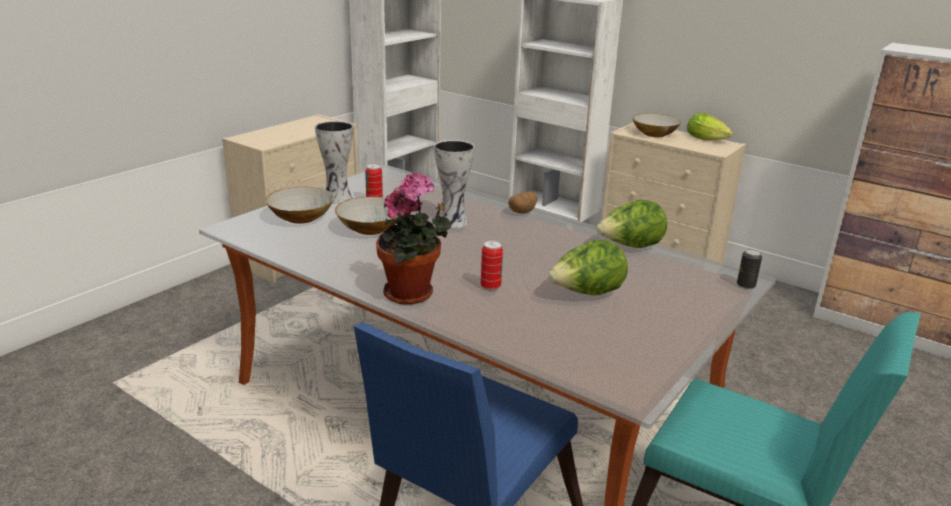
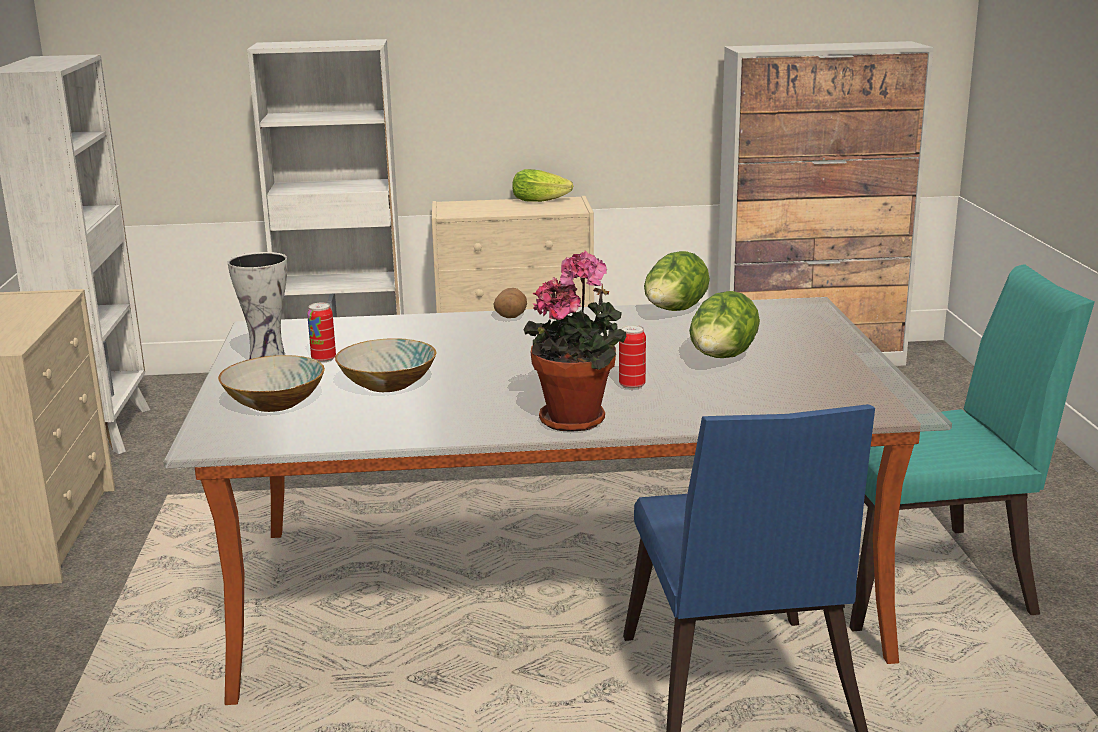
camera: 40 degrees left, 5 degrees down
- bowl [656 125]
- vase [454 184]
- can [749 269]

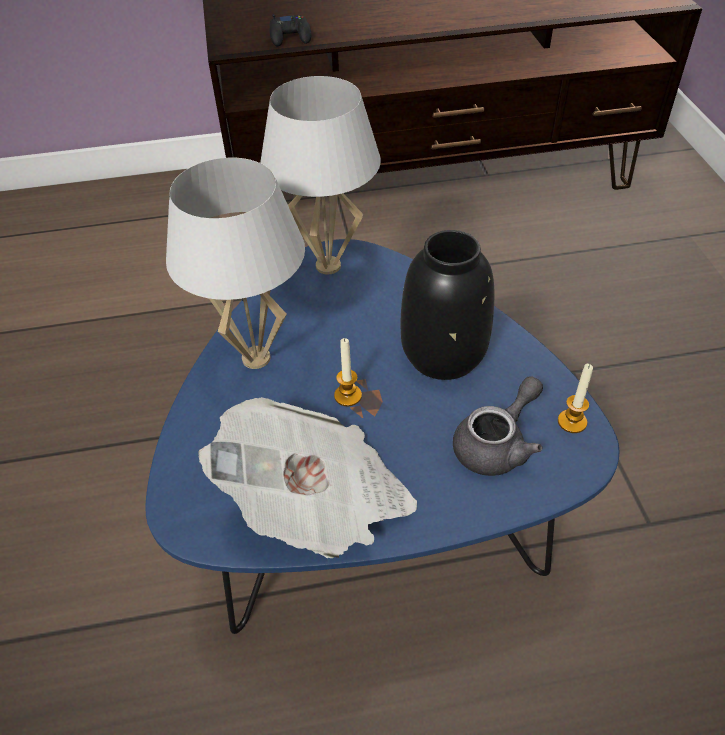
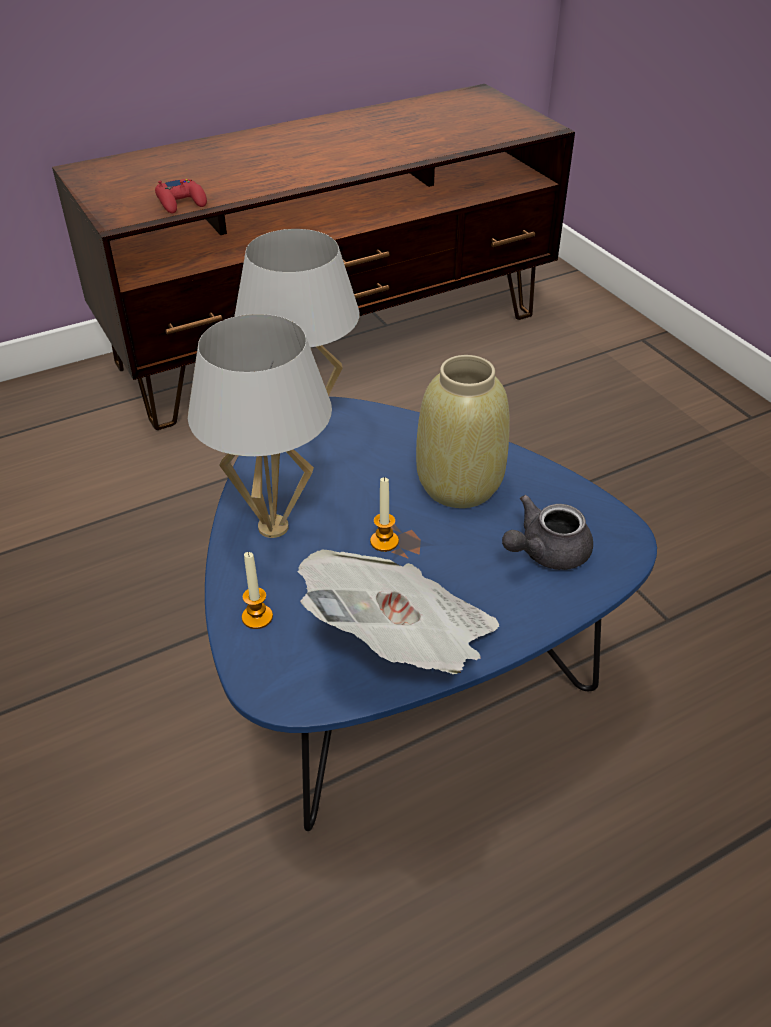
camera: 20 degrees left, 5 degrees down
~ black game controller [290 30] to red game controller [181 196]
~ black vase [448 305] to beige vase [463 431]
~ candle [575 398] to [257 590]
~ grey teapot [498 426] = [547 532] 150 degrees counterclockwise

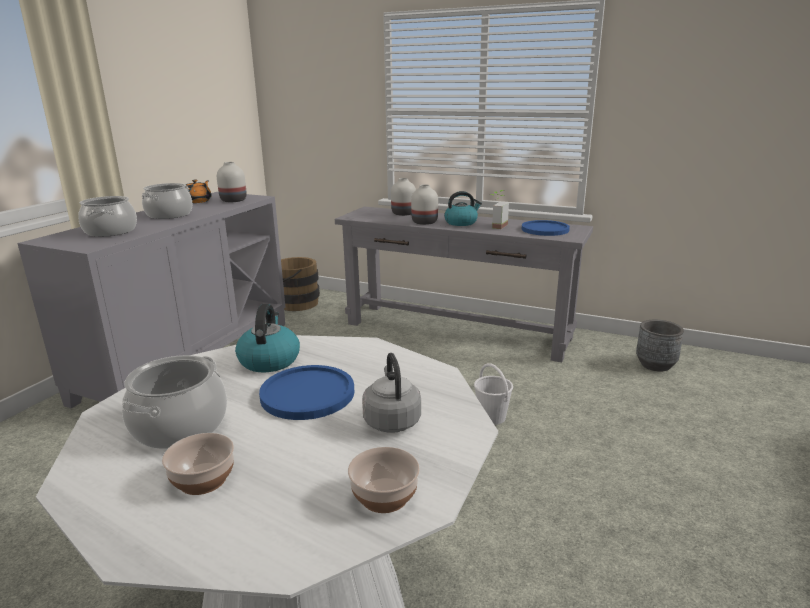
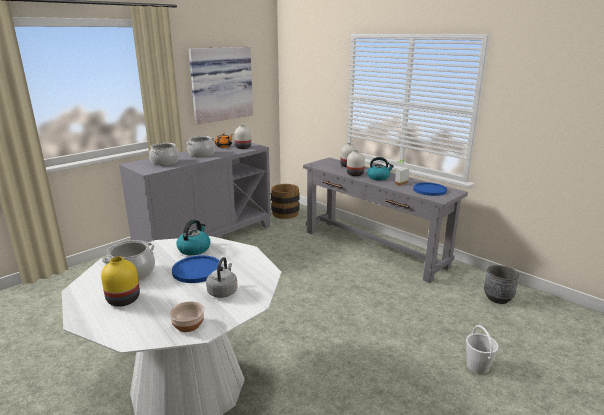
camera: 20 degrees right, 0 degrees up
~ white bucket [493 394] to [482 349]
~ bowl [198 464] to yellow vase [120 282]
+ picture [221 85]

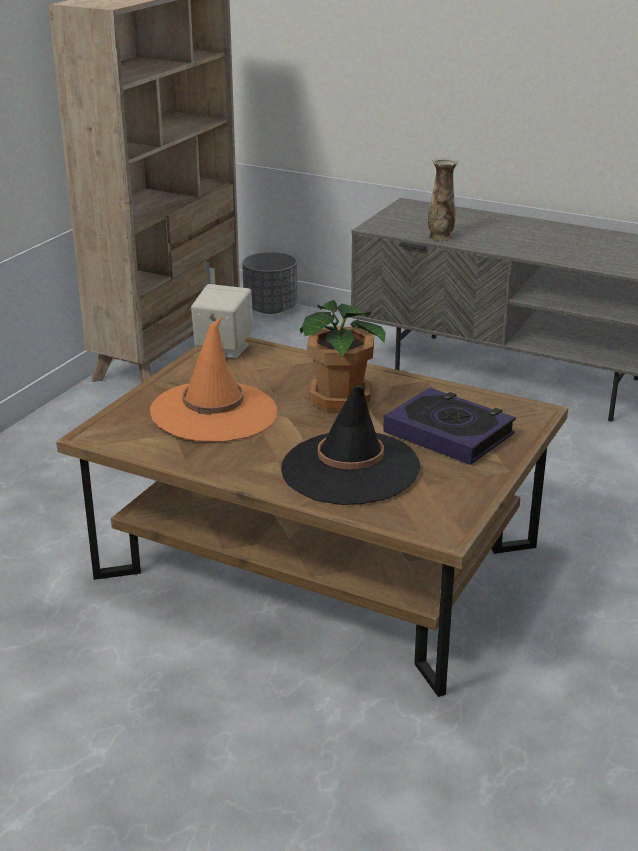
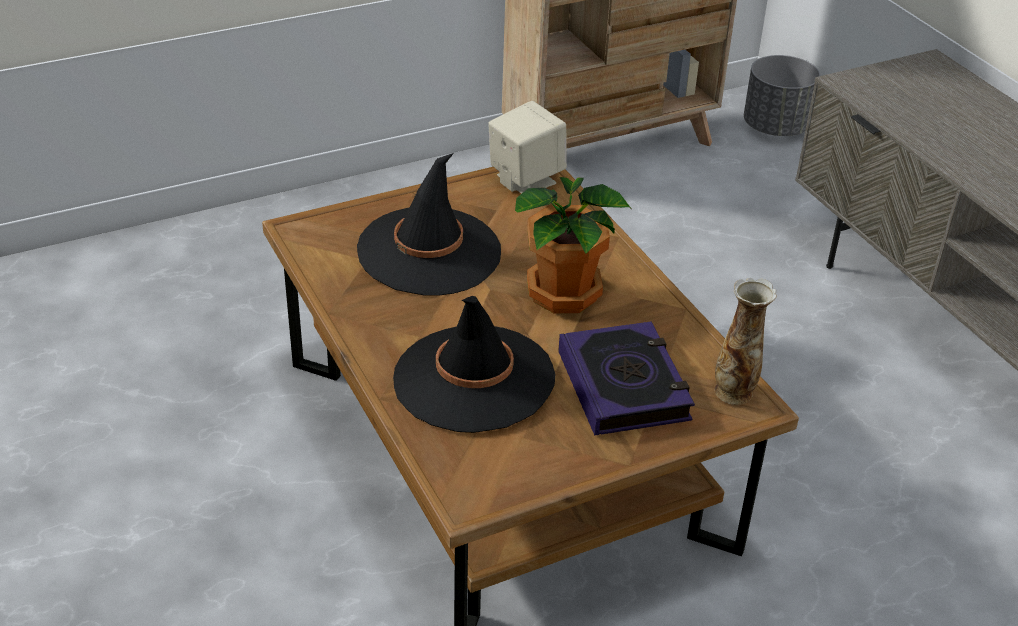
camera: 35 degrees right, 10 degrees up
~ vase [443 199] to [745 341]
~ orange hat [213 379] to black hat [429 224]

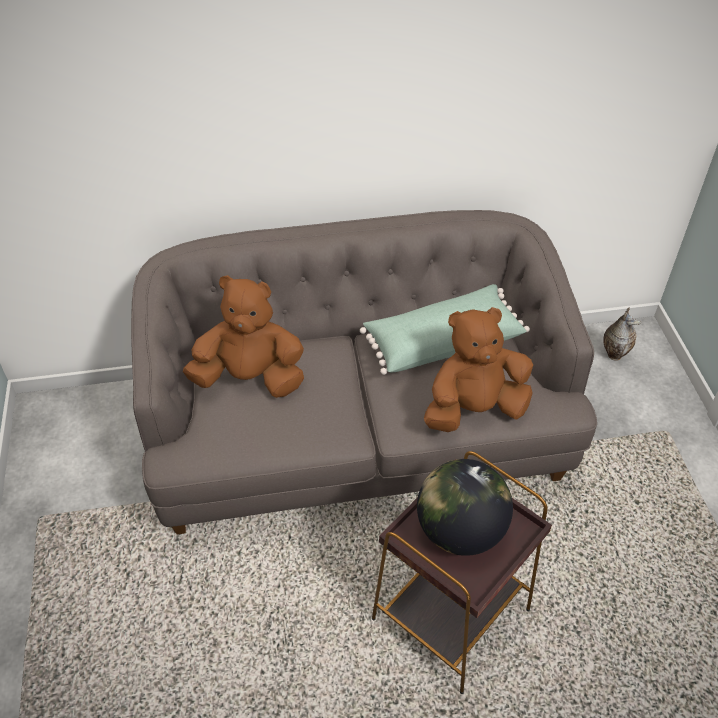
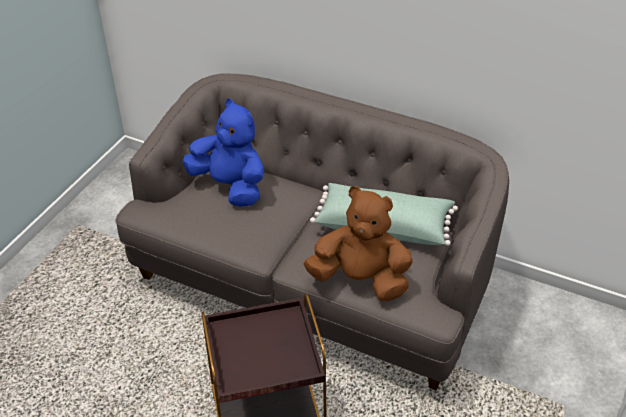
camera: 35 degrees right, 5 degrees down
~ brown plush toy [243 336] to blue plush toy [223 152]
- vase [622 334]
- globe [465 507]

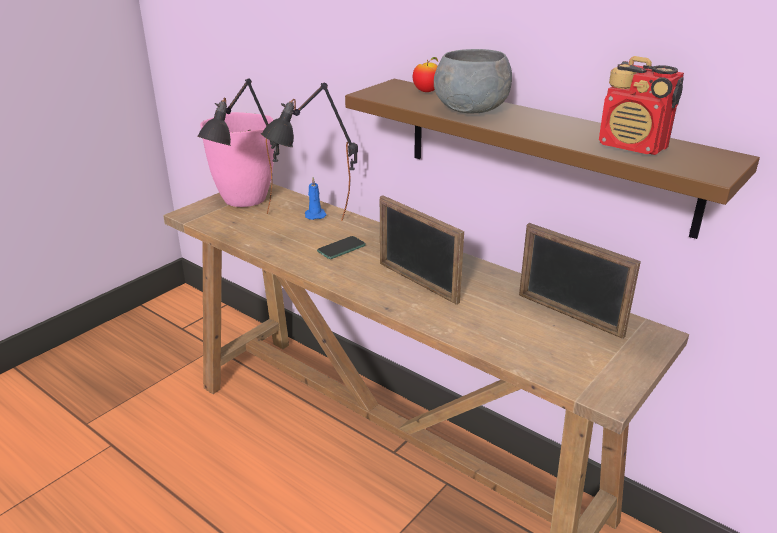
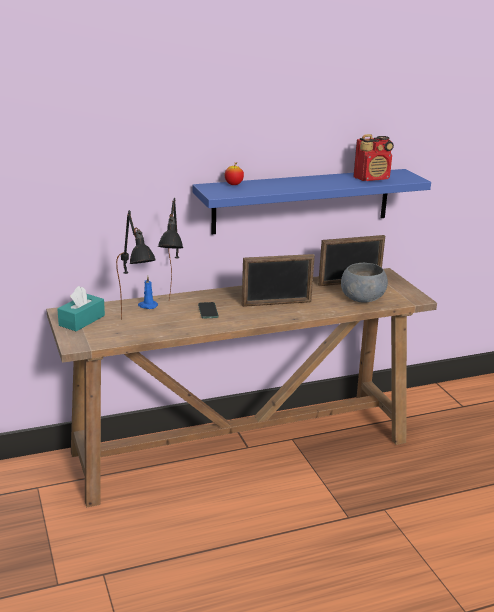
camera: 60 degrees left, 5 degrees down
~ grey bowl [473 81] to [364 283]
~ brown shelf [552 159] to blue shelf [312 201]
~ pink vase [237 159] to turquoise tissue box [81 308]

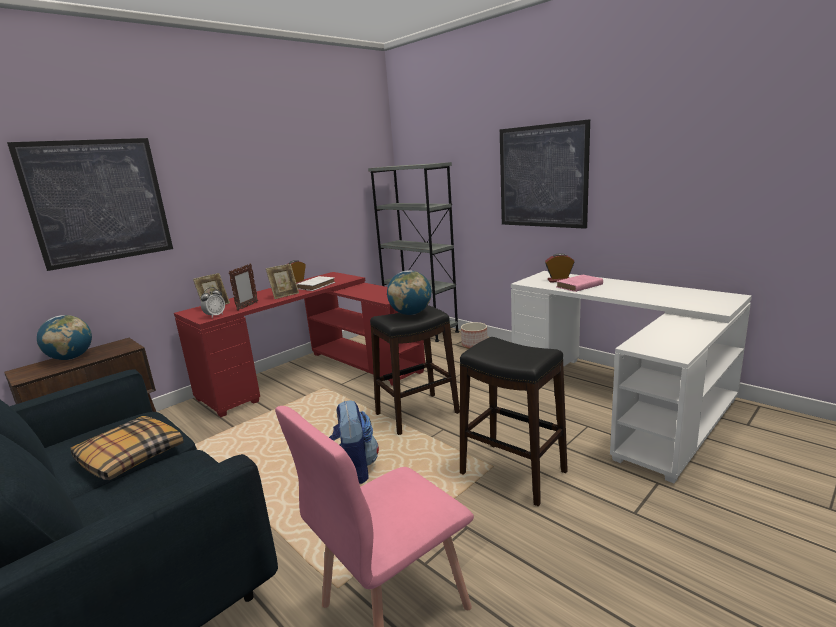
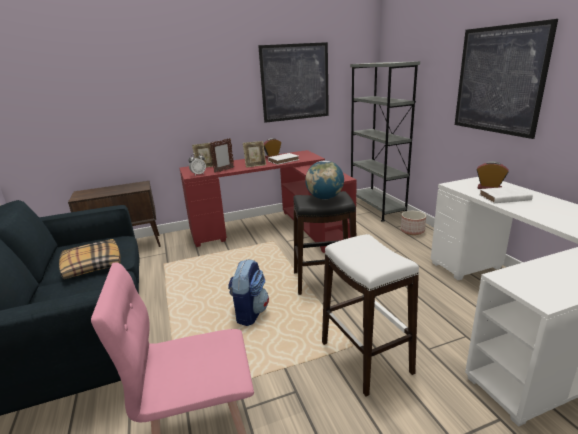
camera: 25 degrees right, 5 degrees up
~ picture [90 204] to [293 82]
~ pink book [579 283] to white book [506 194]
- globe [64 337]
~ black stool [514 421] to white stool [370 315]

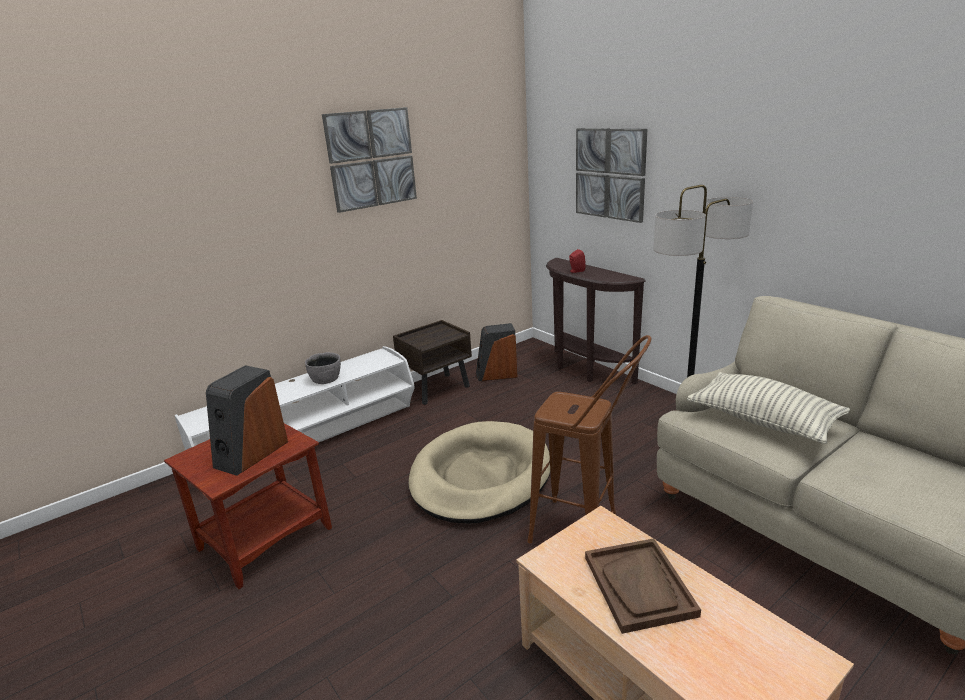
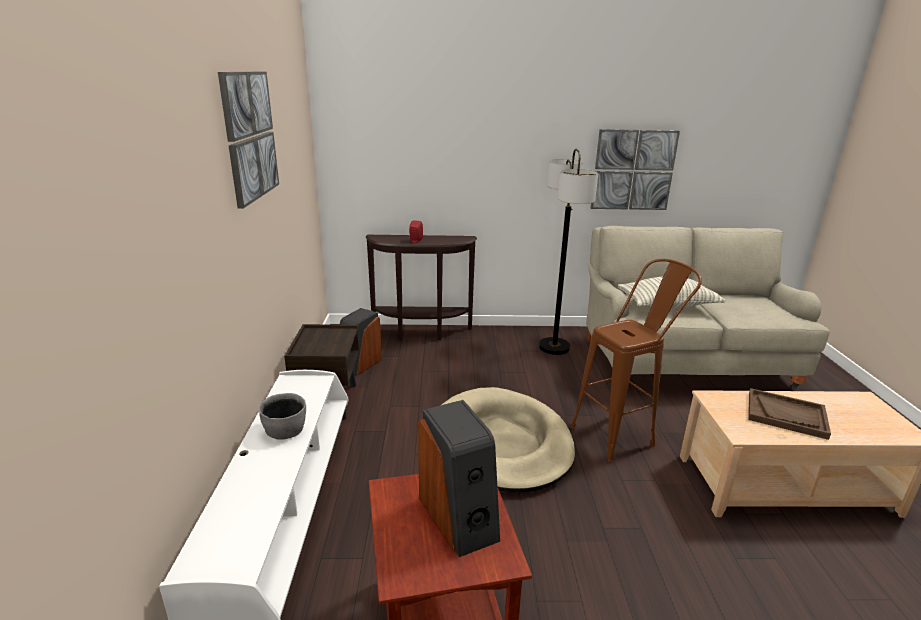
camera: 55 degrees left, 0 degrees up
~ picture [611 175] to [635 169]

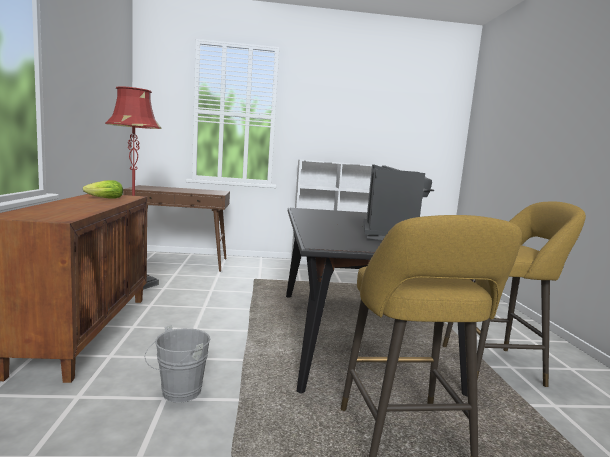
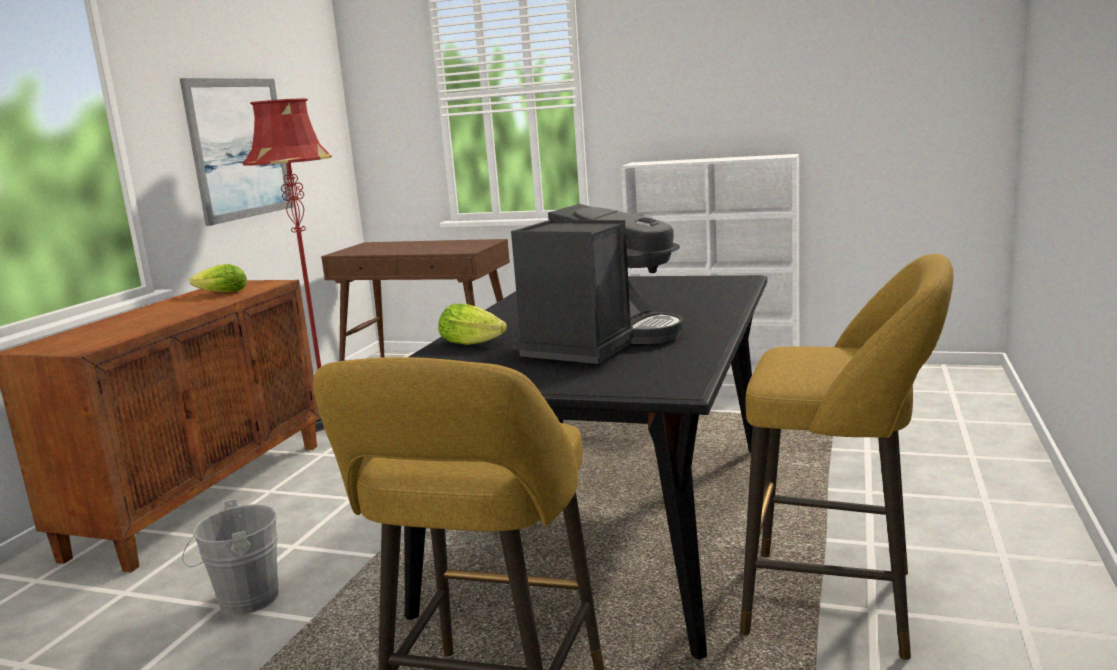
camera: 25 degrees right, 5 degrees up
+ picture [237 152]
+ lettuce [472 324]

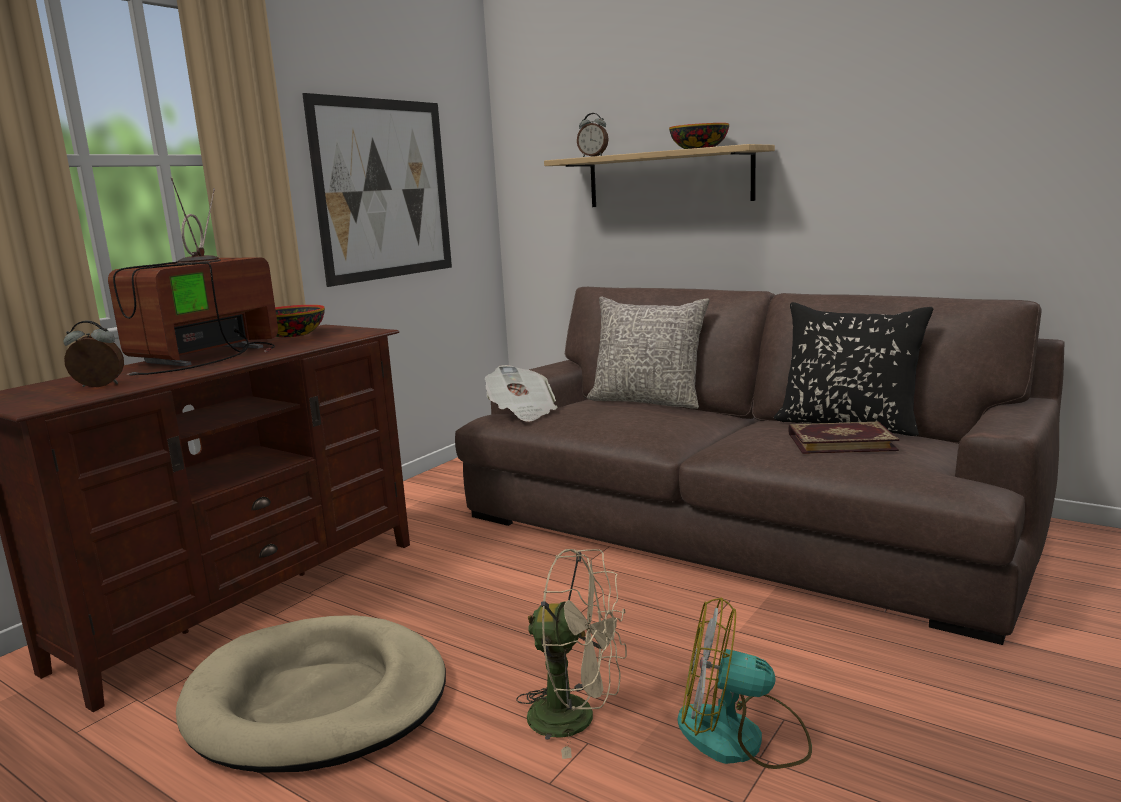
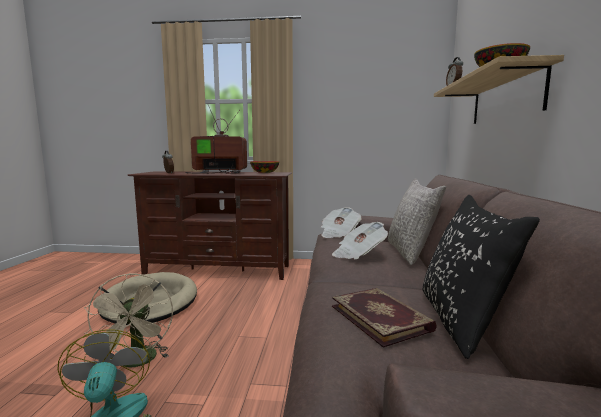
camera: 60 degrees right, 5 degrees down
- picture [377 190]
+ newspaper [360 241]

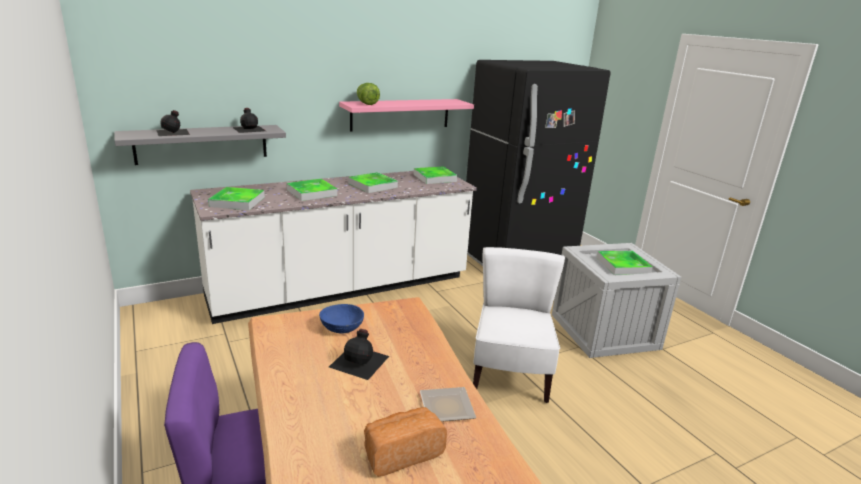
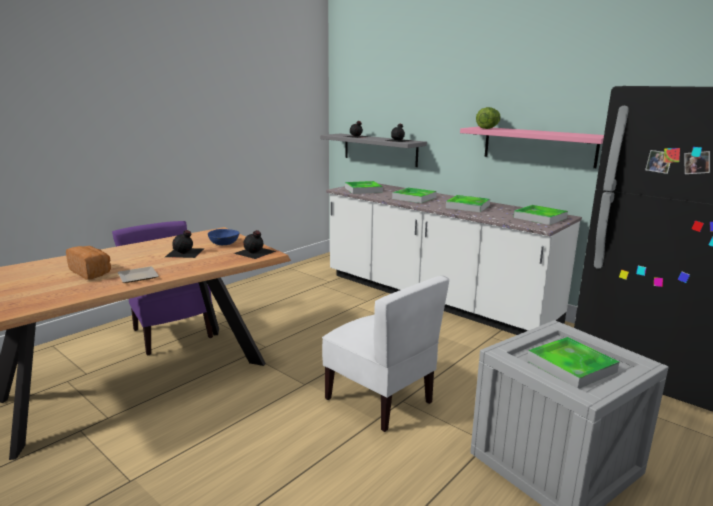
camera: 70 degrees right, 5 degrees down
~ white chair [519 325] = [385 354] 60 degrees clockwise
+ black bottle [254 244]

